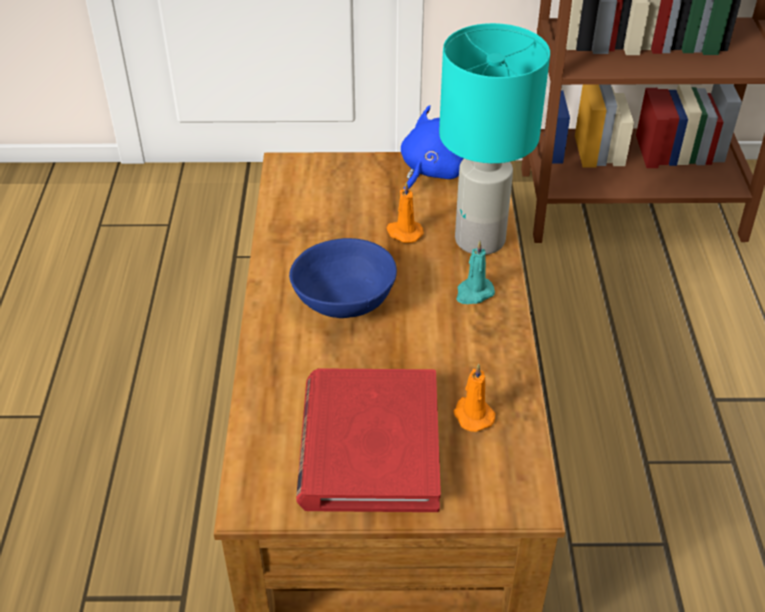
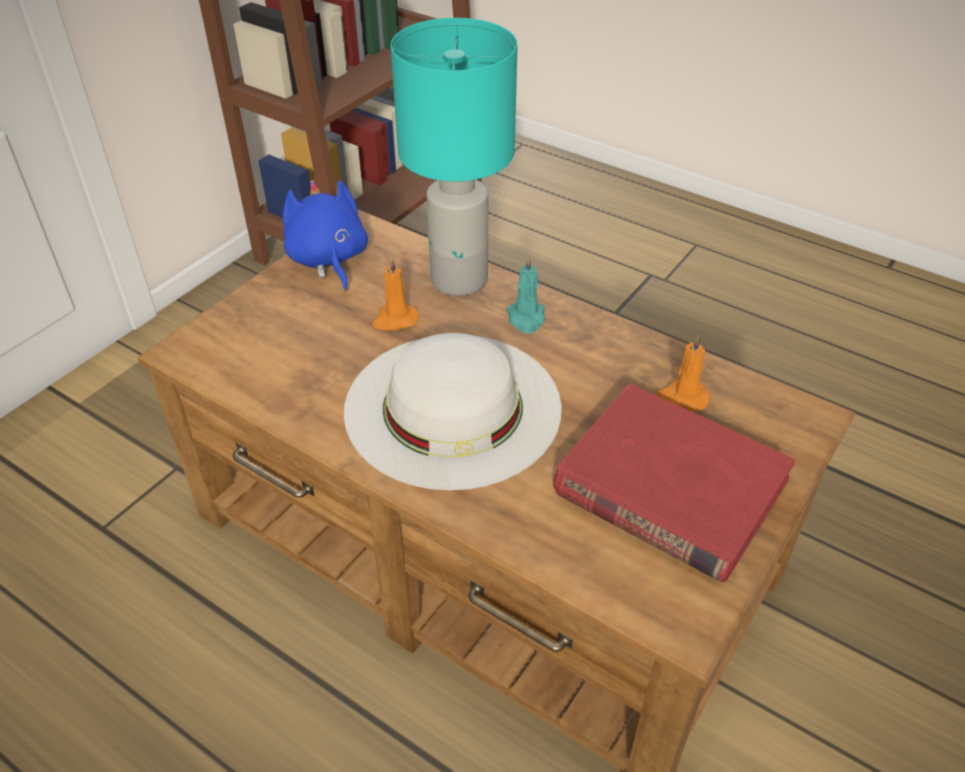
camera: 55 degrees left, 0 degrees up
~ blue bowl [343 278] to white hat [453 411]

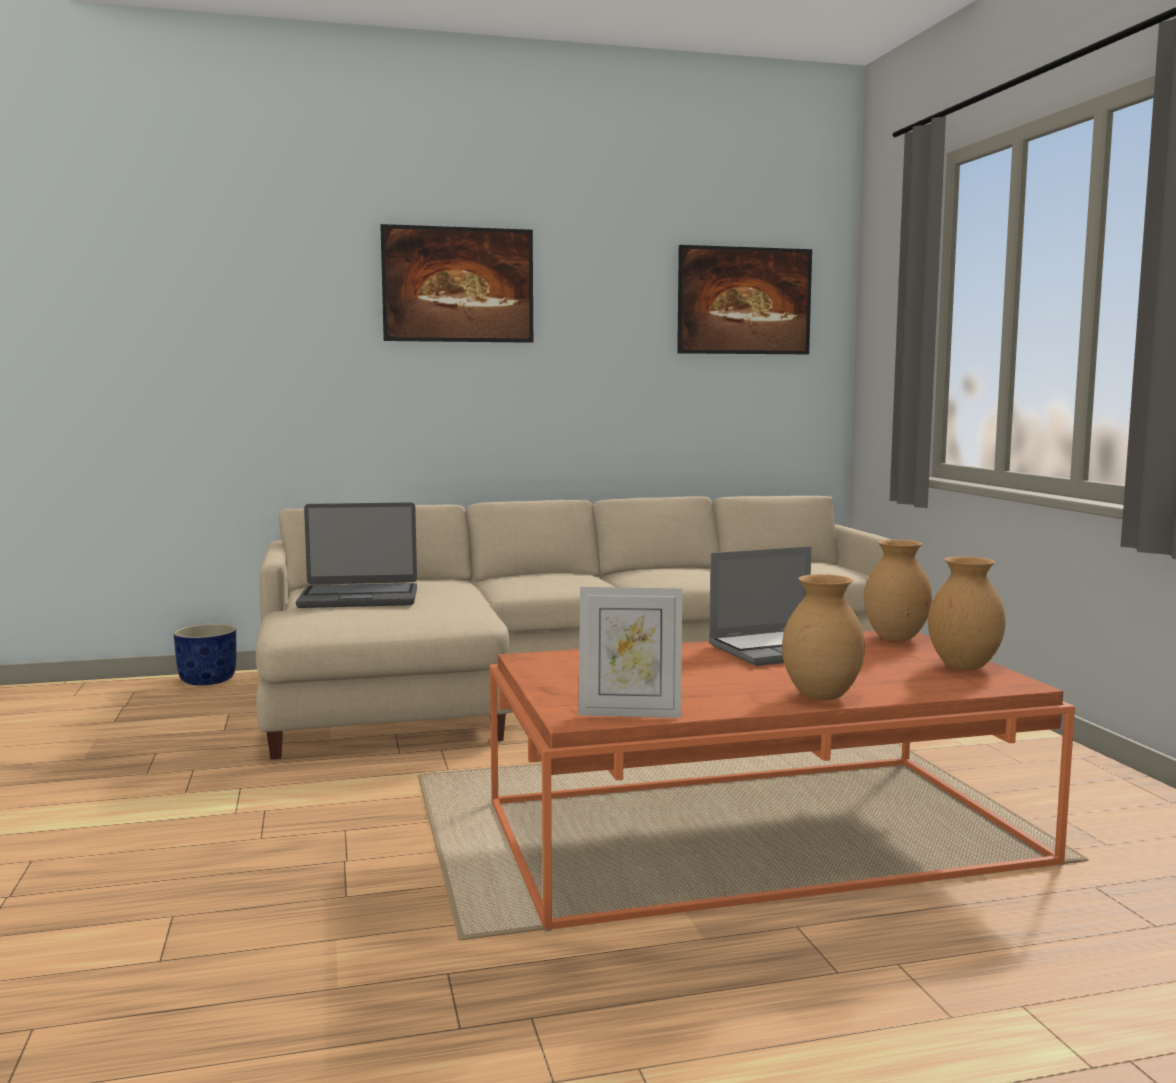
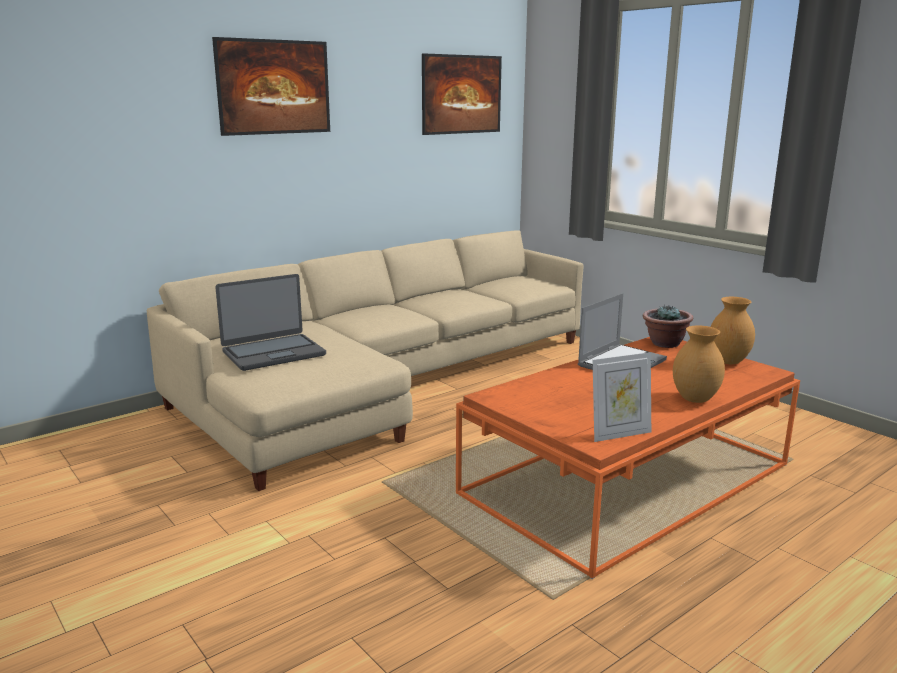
camera: 25 degrees left, 10 degrees up
~ brown vase [898 590] to potted plant [668 326]
- blue planter [204 654]

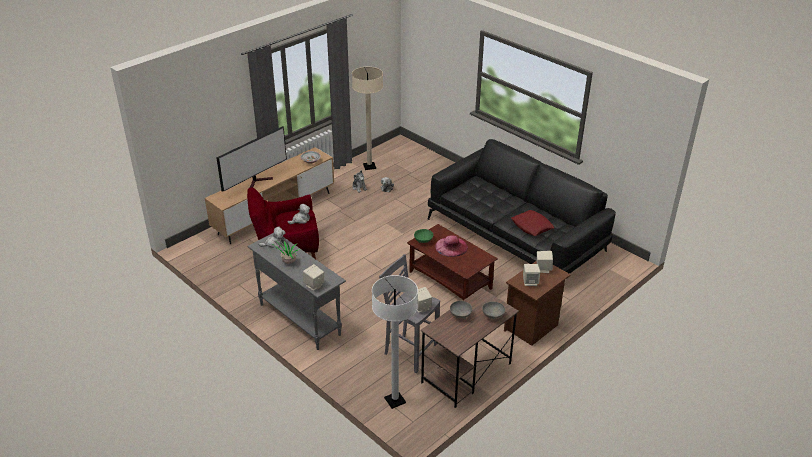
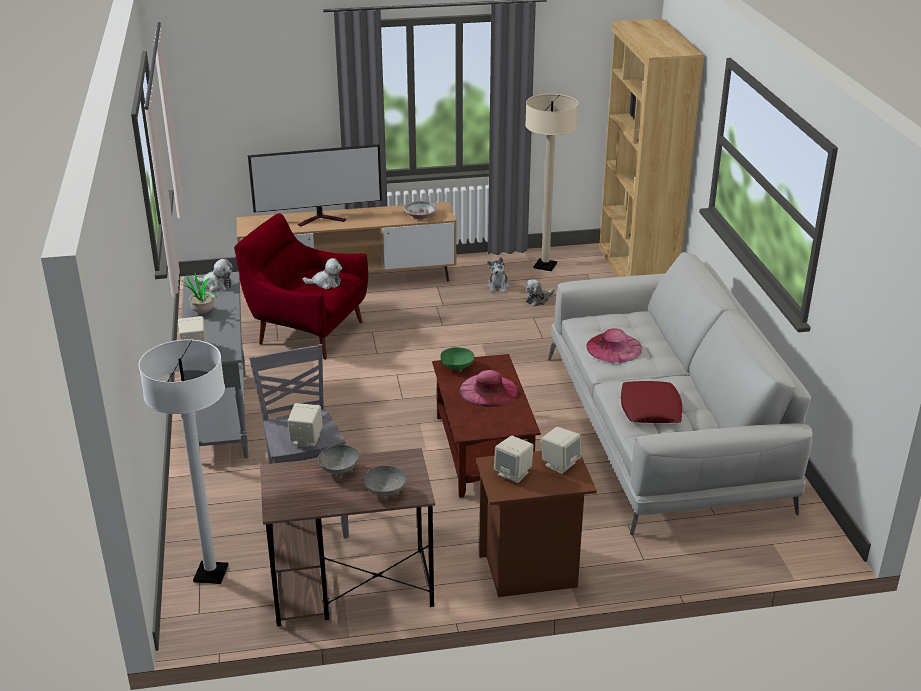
camera: 35 degrees right, 5 degrees down
~ black sofa [522 206] to white sofa [680 394]
+ brown bookcase [651 148]
+ pink hat [614 345]

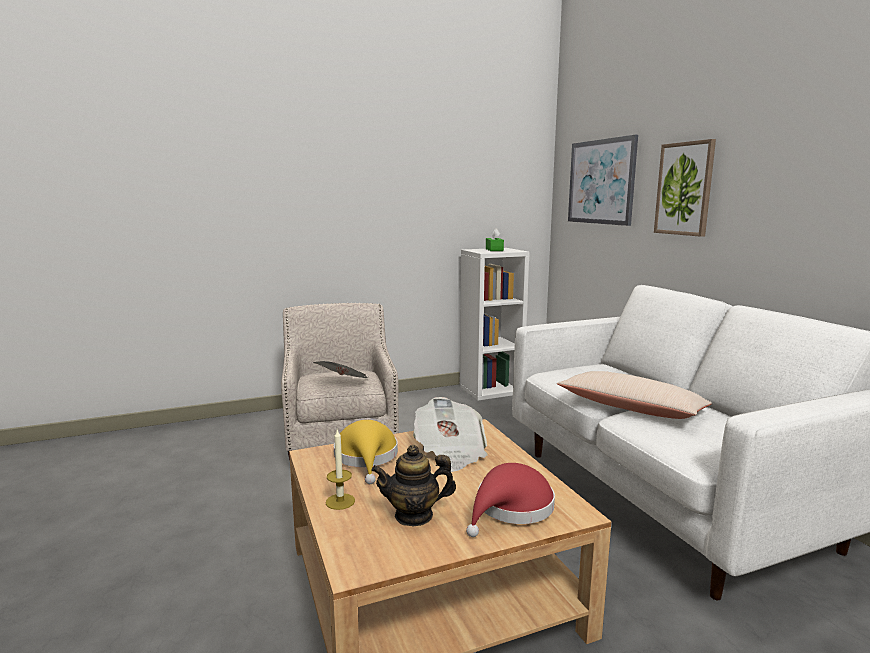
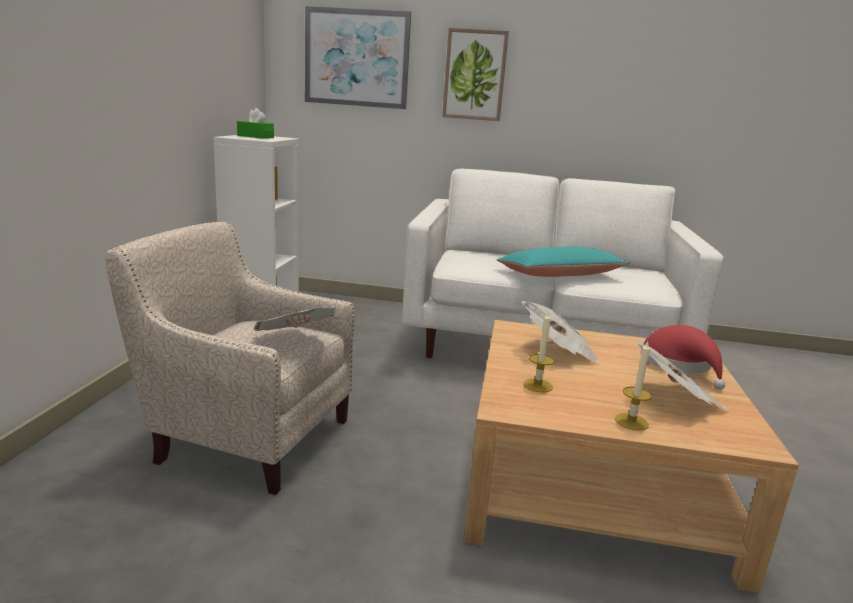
camera: 60 degrees left, 5 degrees up
~ beige pillow [634 395] to turquoise pillow [563 262]
~ yellow hat [366 452] to candle [539 352]
~ teapot [413 485] to newspaper [681 376]

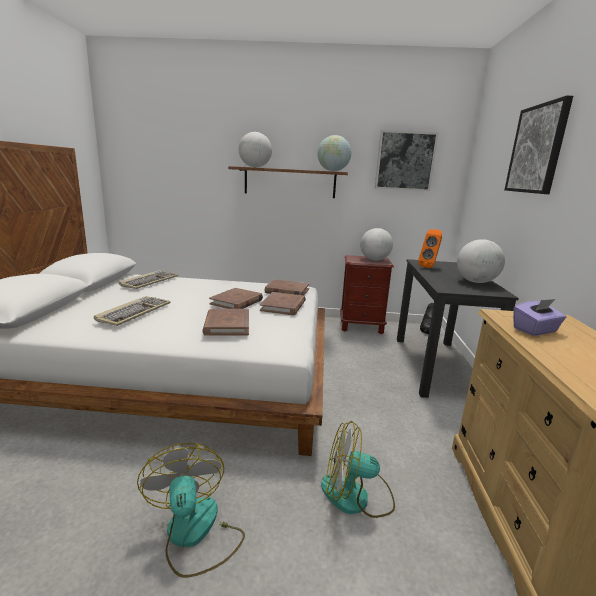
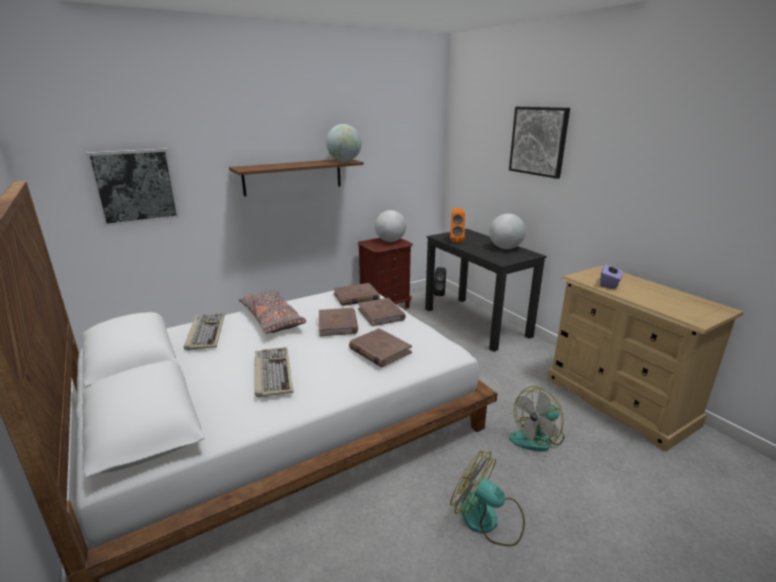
camera: 35 degrees left, 5 degrees up
~ picture [407 160] to [133 187]
- globe [255 149]
+ grey pillow [272 312]

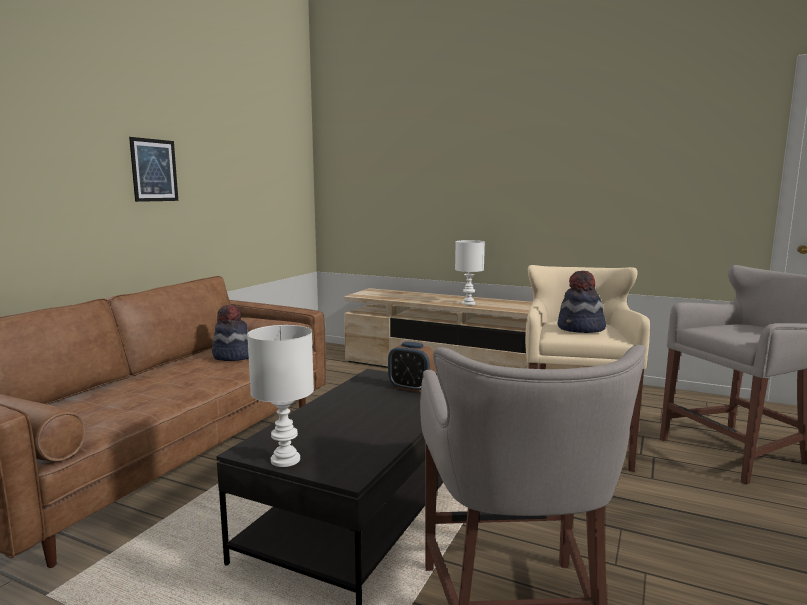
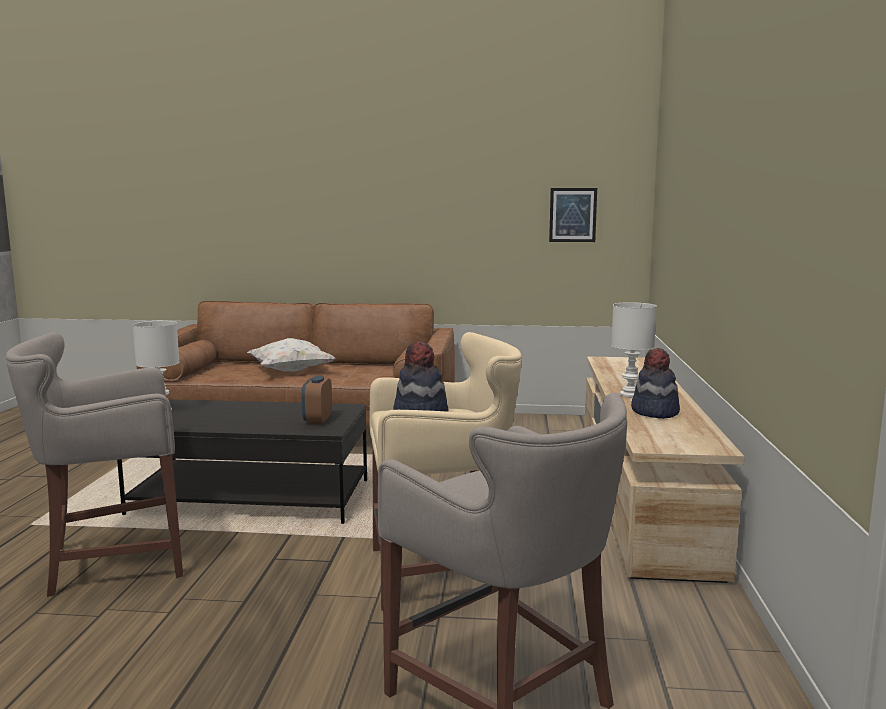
camera: 70 degrees right, 0 degrees up
~ picture [153 169] to [573 215]
~ hat [230 333] to [655 383]
+ white pillow [291 355]

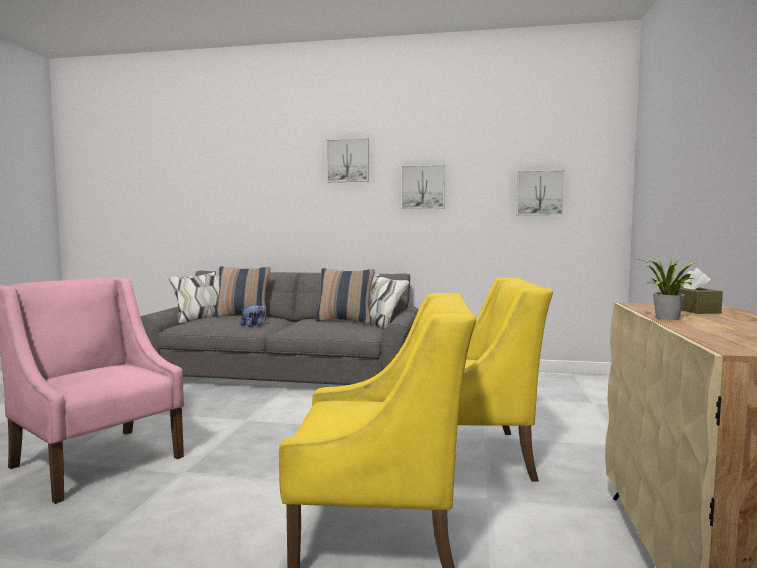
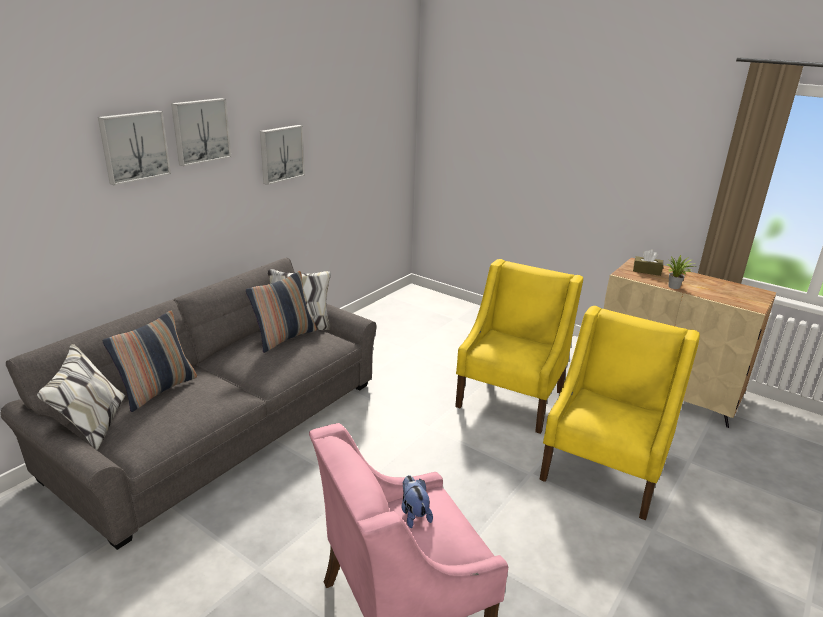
camera: 65 degrees left, 20 degrees up
~ picture [541 193] to [134 147]
~ plush toy [253 315] to [417 501]

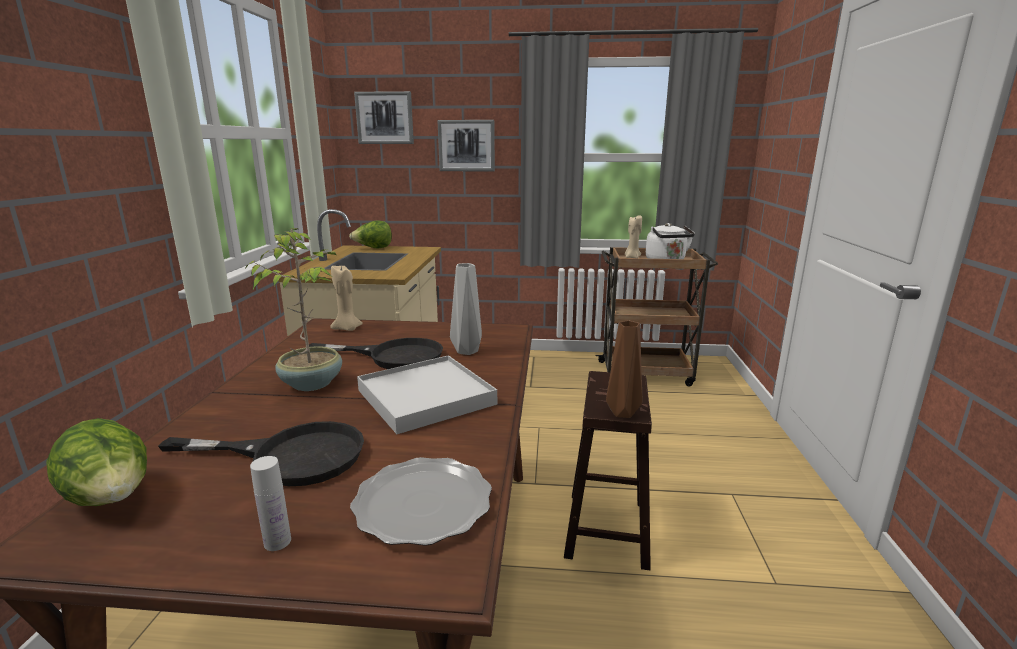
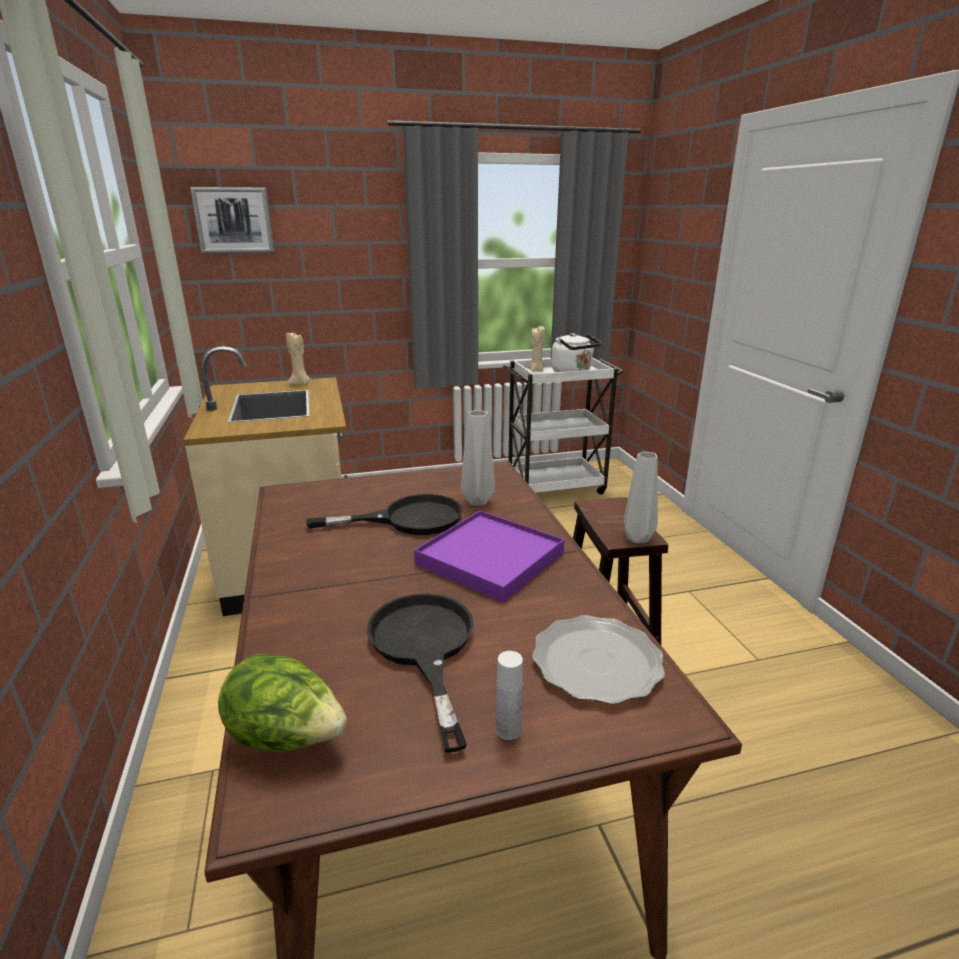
camera: 20 degrees left, 5 degrees up
- picture [466 146]
- lettuce [370 234]
- potted plant [294 309]
~ brown cart [656 316] to white cart [563 425]
~ beige candle [346 298] to [298 359]
~ brown vase [624 369] to grey vase [641 497]
~ white tray [427 394] to purple tray [489 557]
~ black frying pan [261 453] = [420 673] 90 degrees counterclockwise

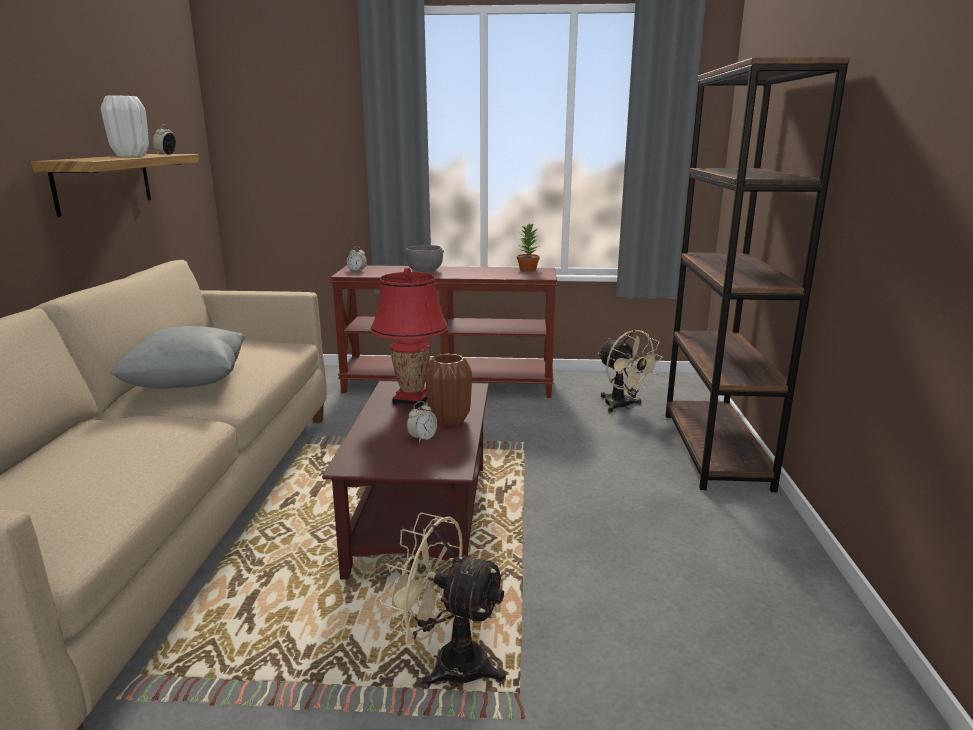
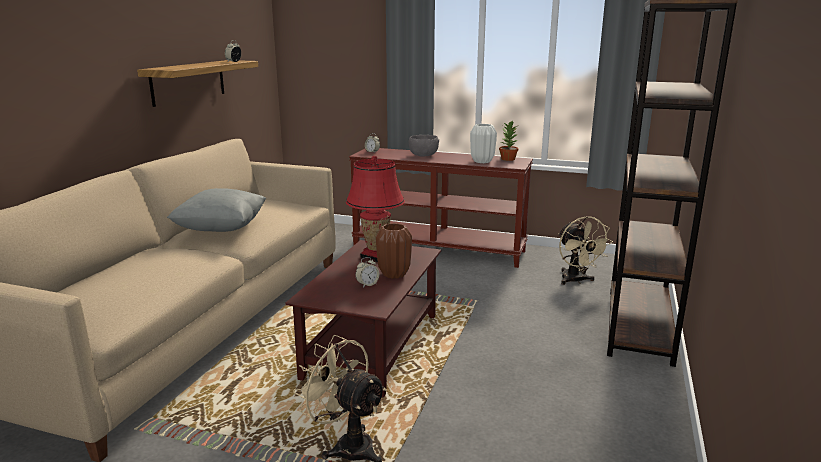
camera: 15 degrees right, 0 degrees up
~ white vase [125 126] to [483 143]

